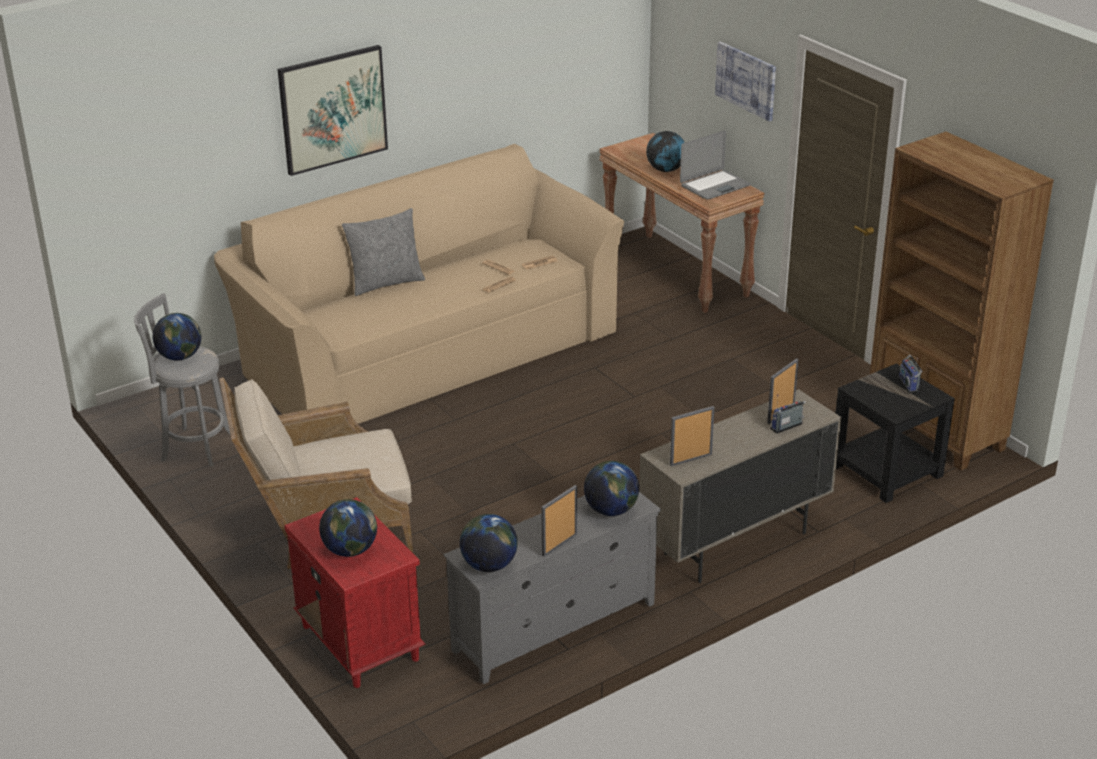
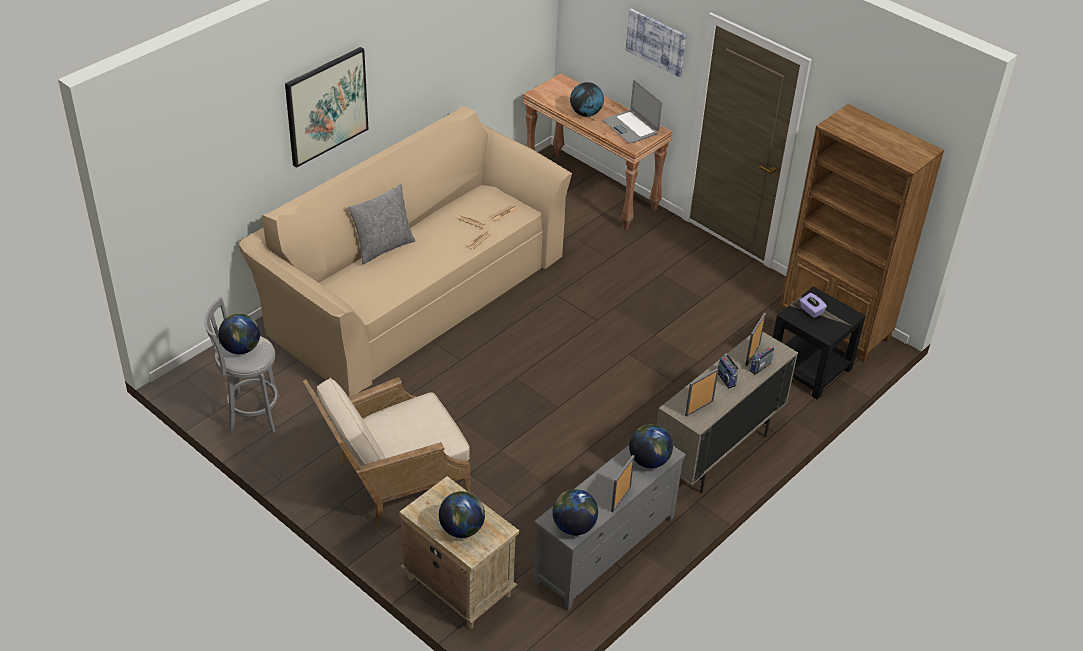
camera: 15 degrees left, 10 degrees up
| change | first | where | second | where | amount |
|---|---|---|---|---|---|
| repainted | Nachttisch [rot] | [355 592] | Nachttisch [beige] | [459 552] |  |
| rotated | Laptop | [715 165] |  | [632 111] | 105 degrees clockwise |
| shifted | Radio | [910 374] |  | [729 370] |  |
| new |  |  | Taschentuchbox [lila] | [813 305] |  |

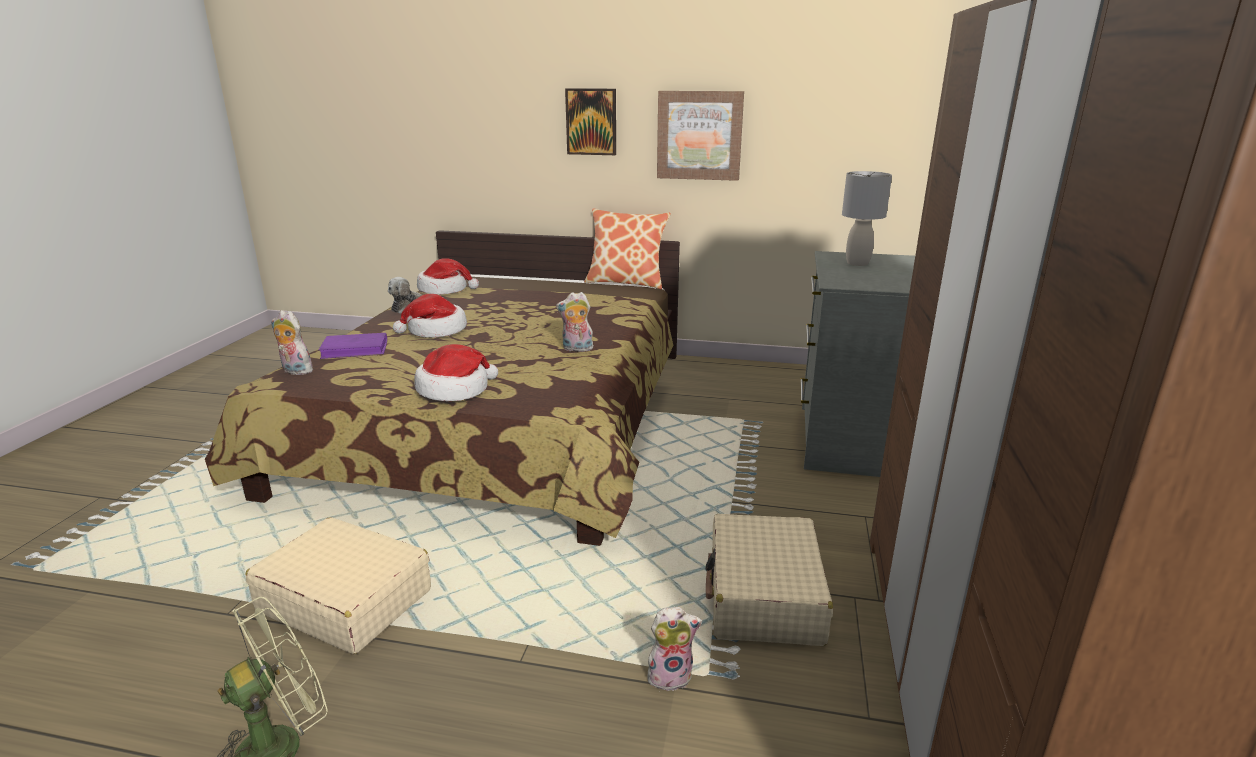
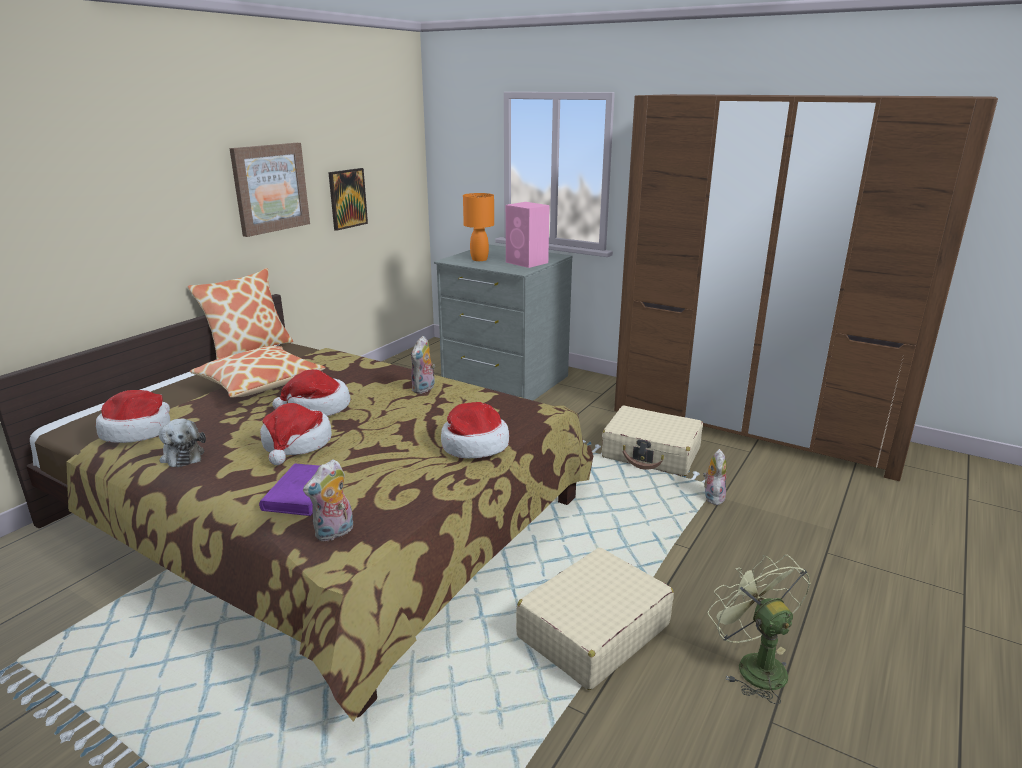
camera: 70 degrees left, 0 degrees up
| change | first | where | second | where | amount |
|---|---|---|---|---|---|
| new |  |  | Kissen | [258 371] |  |
| new |  |  | Hut | [311 392] |  |
| shifted | Bild | [590 121] |  | [348 199] |  |
| repainted | Tischlampe [grau] | [867 218] | Tischlampe [orange] | [478 227] |  |
| new |  |  | Lautsprecher [rosa] | [528 235] |  |

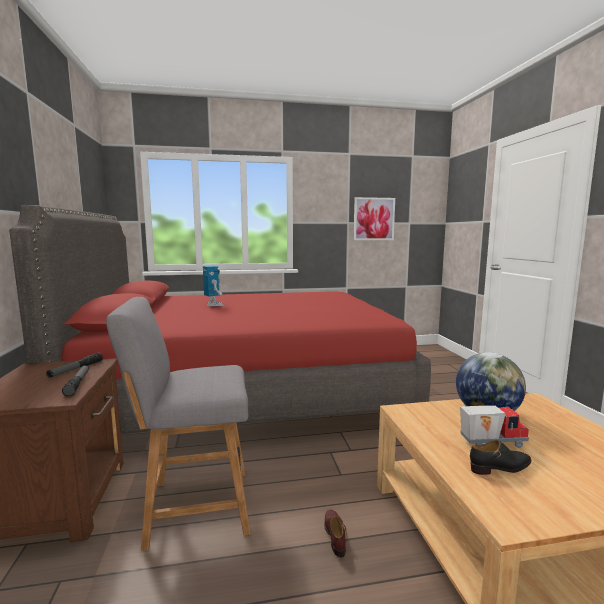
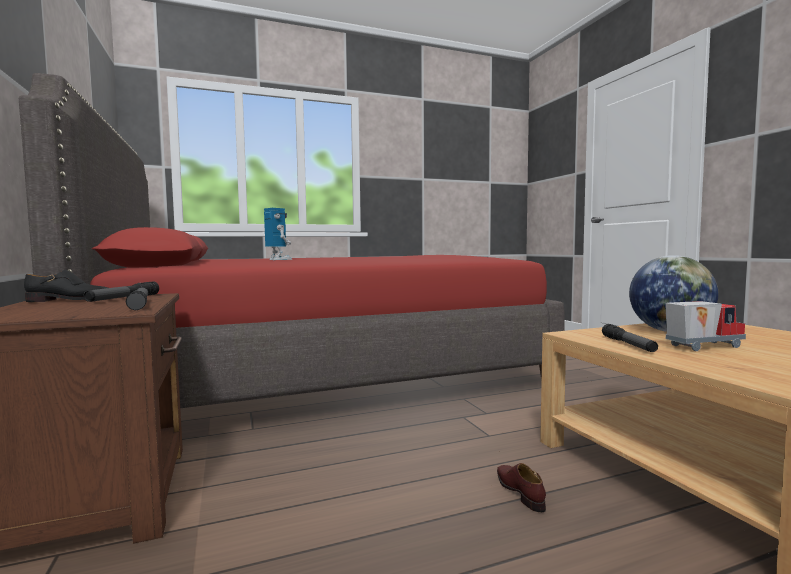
camera: 10 degrees left, 5 degrees down
| change | first | where | second | where | amount |
|---|---|---|---|---|---|
| shifted | Schuh [schwarz] | [501 457] |  | [66 286] |  |
| new |  |  | Taschenlampe | [630 338] |  |
| gone | Stuhl [grau] | [178 424] |  |  |  |
| gone | Bild | [374 218] |  |  |  |

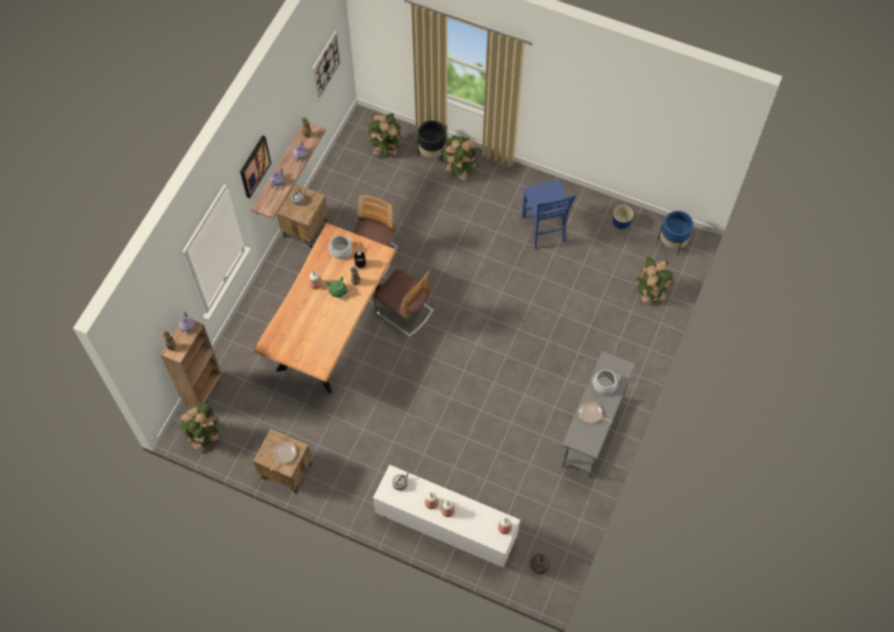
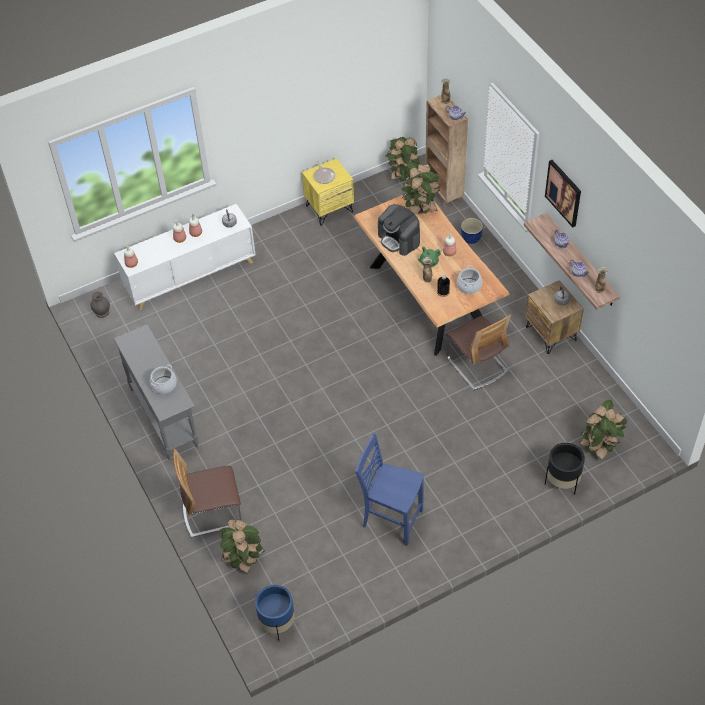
camera: 130 degrees right, 10 degrees down
| change | first | where | second | where | amount |
|---|---|---|---|---|---|
| shifted | Stuhl | [403 303] |  | [207 493] |  |
| repainted | Nachttisch [braun] | [282 461] | Nachttisch [gelb] | [328 192] |  |
| new |  |  | Kaffeemaschine | [399 230] |  |
| shifted | Topfpflanze | [459 159] |  | [421 188] |  |
| shifted | Pflanzkübel | [623 217] |  | [472 231] |  |
| gone | Wanduhr | [326 66] |  |  |  |
| gone | Pfanne | [595 412] |  |  |  |

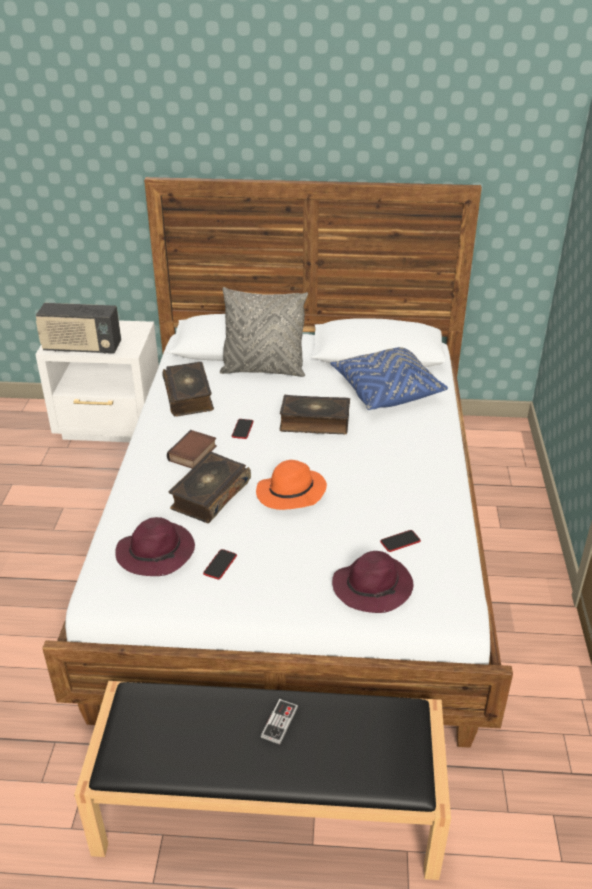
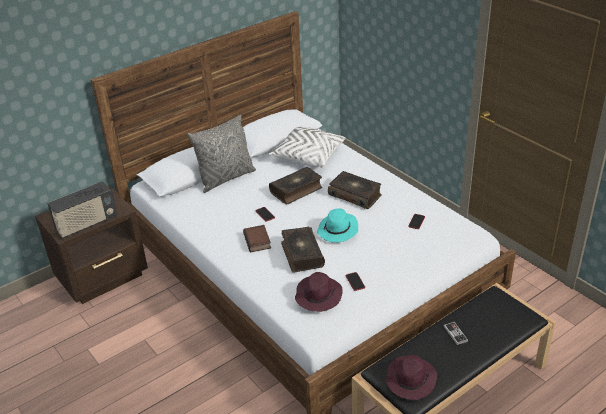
camera: 40 degrees left, 0 degrees up
| change | first | where | second | where | amount |
|---|---|---|---|---|---|
| repainted | Nachttisch [weiß] | [97 381] | Nachttisch [braun] | [91 245] |  |
| repainted | Kissen [blau] | [389 378] | Kissen [weiß] | [307 147] |  |
| repainted | Hut [orange] | [291 485] | Hut [türkis] | [338 225] |  |
| shifted | Buch | [188 389] |  | [355 190] |  |
| shifted | Hut [lila] | [372 582] |  | [411 377] |  |

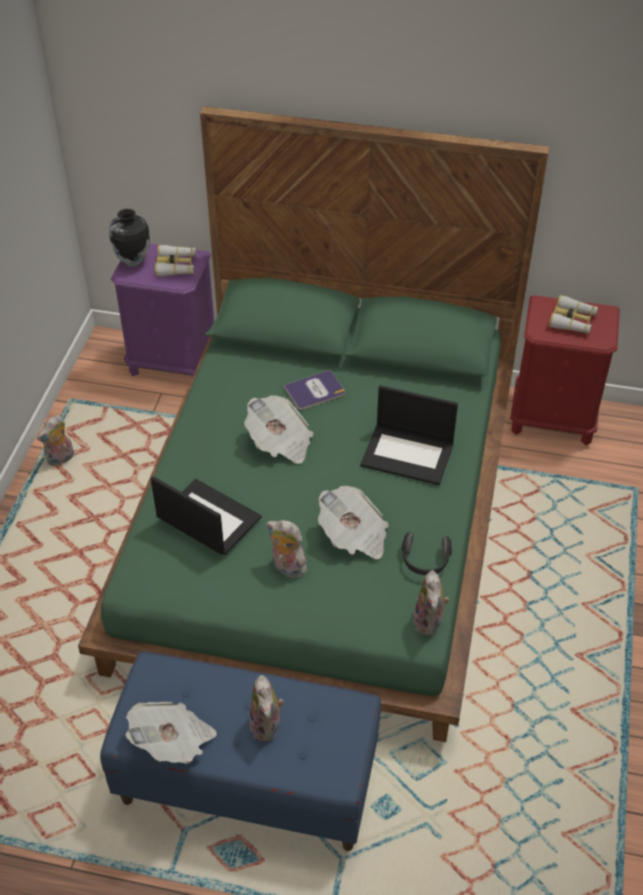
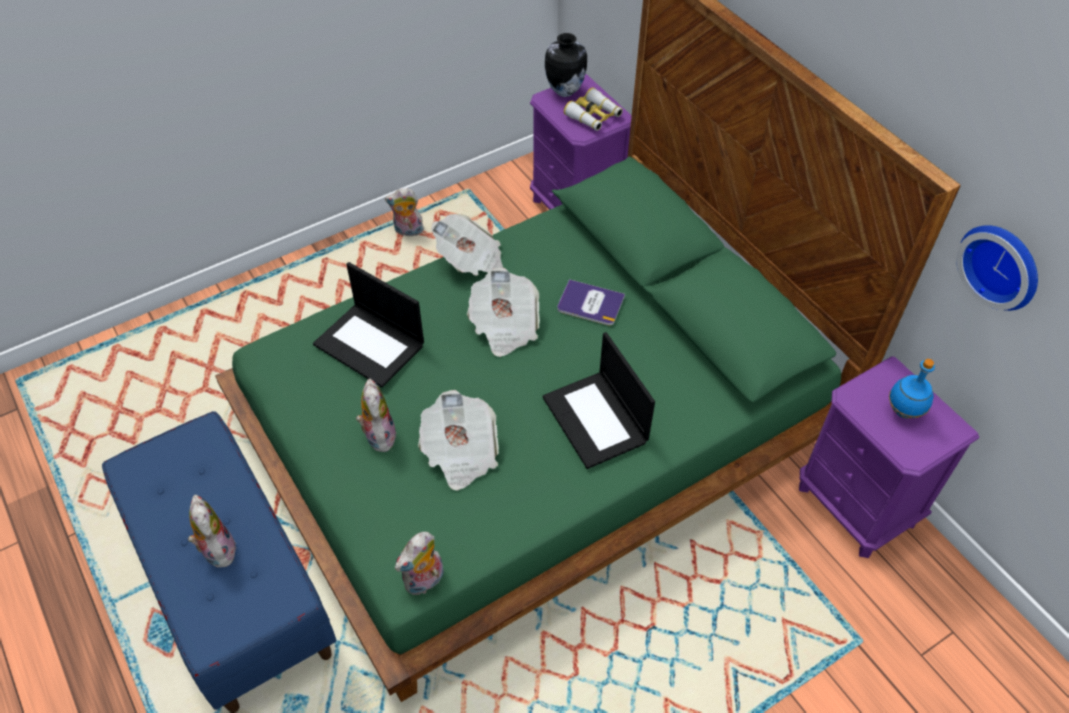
camera: 45 degrees right, 5 degrees up
| change | first | where | second | where | amount |
|---|---|---|---|---|---|
| rotated | Plüschtier | [266 708] |  | [212 531] | 120 degrees clockwise |
| rotated | Laptop | [206 515] |  | [368 324] | 135 degrees clockwise |
| shifted | Zeitung | [171 733] |  | [467 245] |  |
| repainted | Nachttisch [rot] | [565 370] | Nachttisch [lila] | [889 457] |  |
| swapped | Fernglas | [573 314] | Flasche [blau] | [912 389] |  |
| new |  |  | Wanduhr | [997 268] |  |
| gone | Kopfhörer | [426 553] |  |  |  |

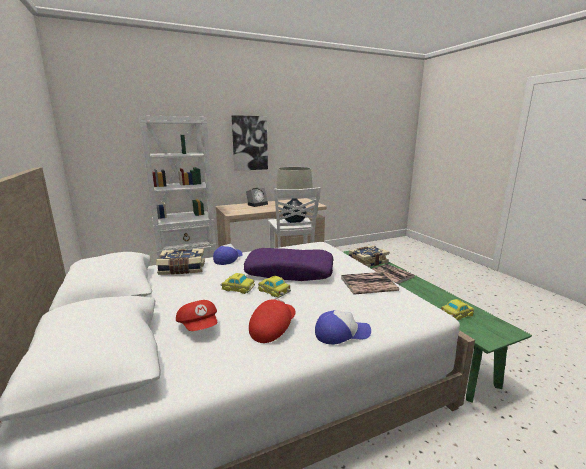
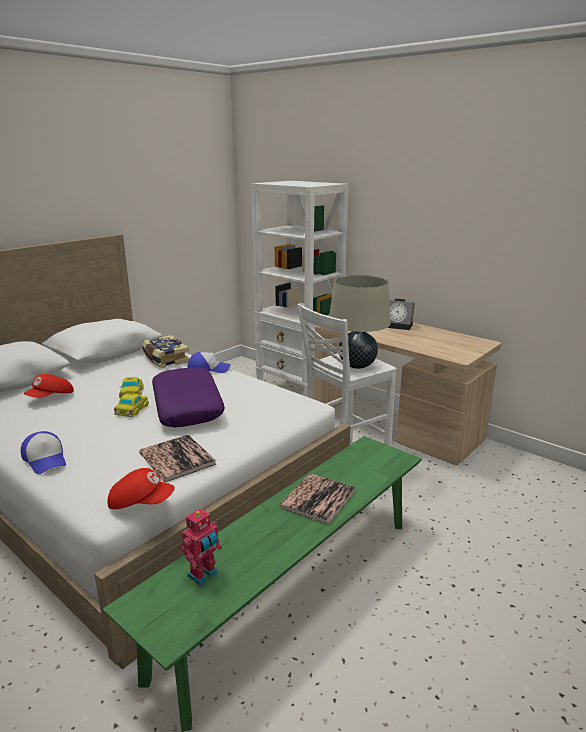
camera: 65 degrees right, 5 degrees up
| change | first | where | second | where | amount |
|---|---|---|---|---|---|
| shifted | Kappe [rot] | [272 321] |  | [141 488] |  |
| swapped | Spielzeugauto | [457 309] | Spielzeugroboter | [201 547] |  |
| gone | Bild | [250 143] |  |  |  |
| gone | Buch | [368 256] |  |  |  |

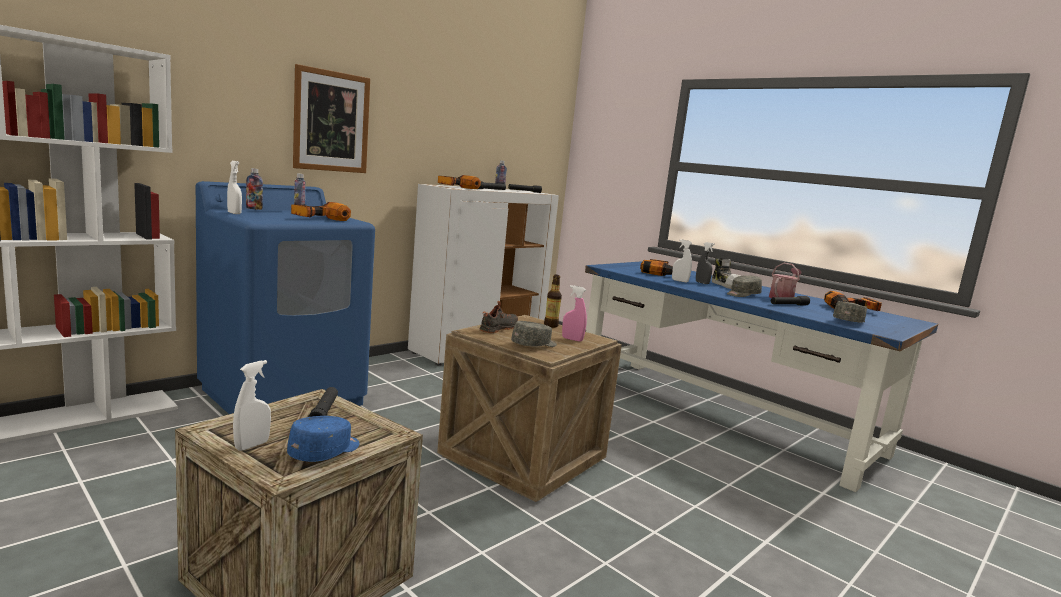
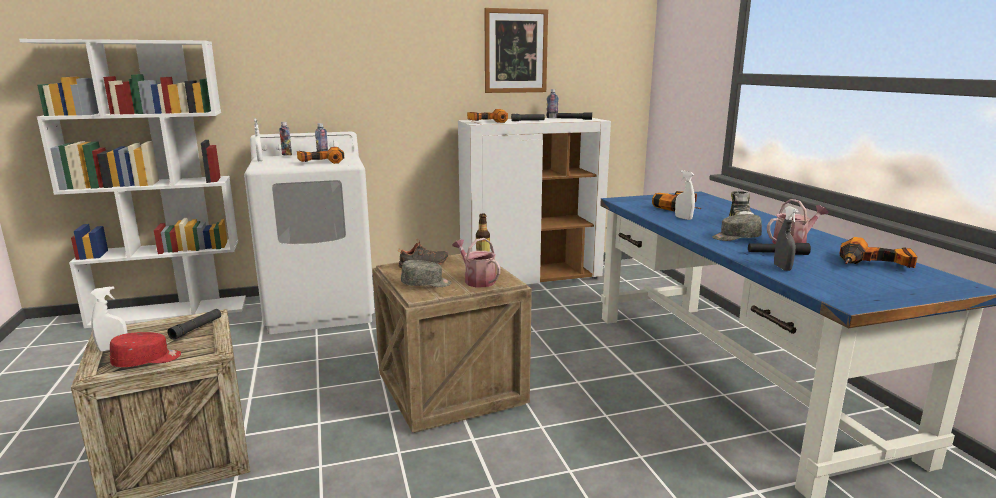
camera: 30 degrees right, 5 degrees up
| change | first | where | second | where | amount |
|---|---|---|---|---|---|
| repainted | Kappe [blau] | [323 439] | Kappe [rot] | [145 349] |  |
| repainted | Waschmaschine [blau] | [285 297] | Waschmaschine [weiß] | [309 233] |  |
| swapped | Sprühflasche [rosa] | [574 313] | Gießkanne | [476 262] |  |
| shifted | Bild | [331 118] |  | [516 50] |  |
| shifted | Sprühflasche [grau] | [705 263] |  | [786 238] |  |
| gone | Kappe [grau] | [850 312] |  |  |  |

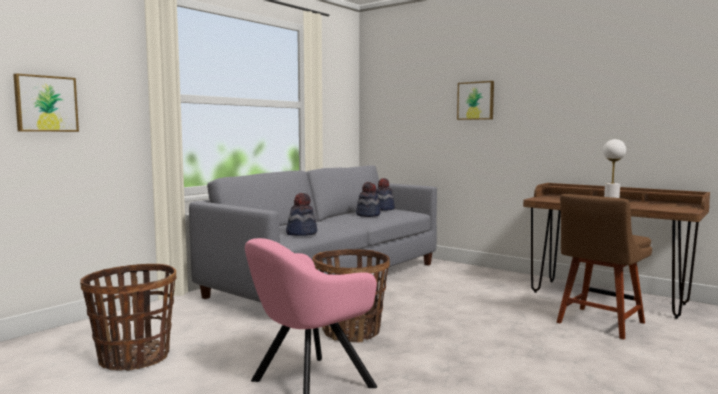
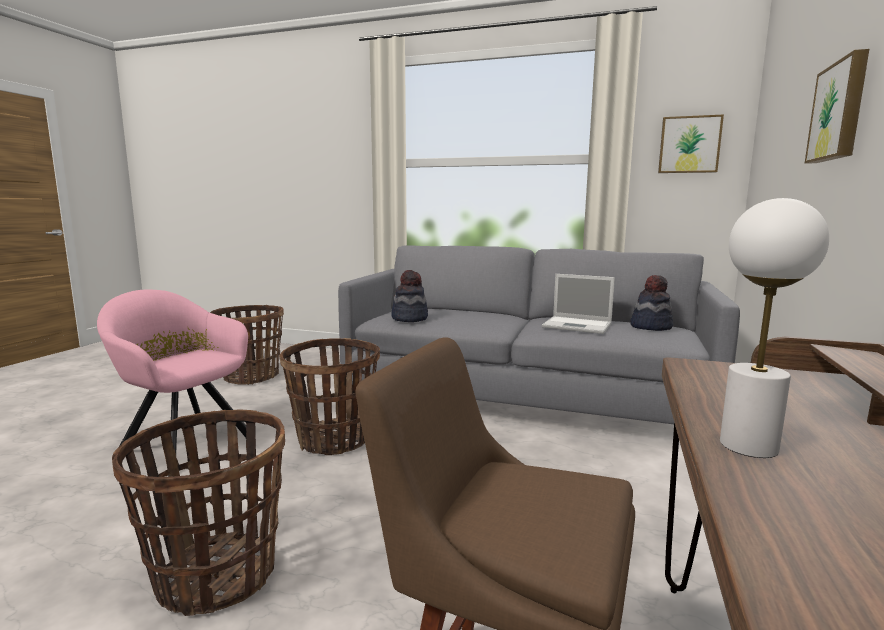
camera: 70 degrees right, 5 degrees up
| change | first | where | second | where | amount |
|---|---|---|---|---|---|
| new |  |  | Korb | [198 512] |  |
| swapped | Hut | [368 199] | Laptop | [578 304] |  |
| shifted | Bild | [46 102] |  | [691 143] |  |

